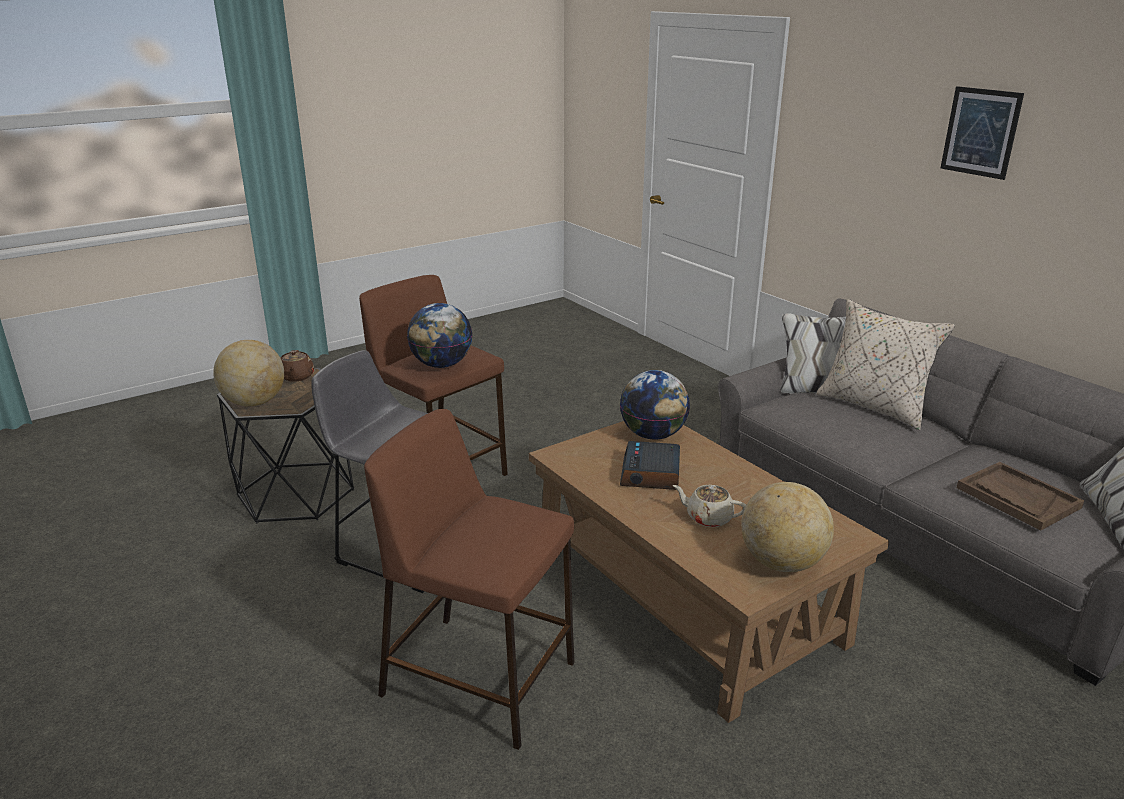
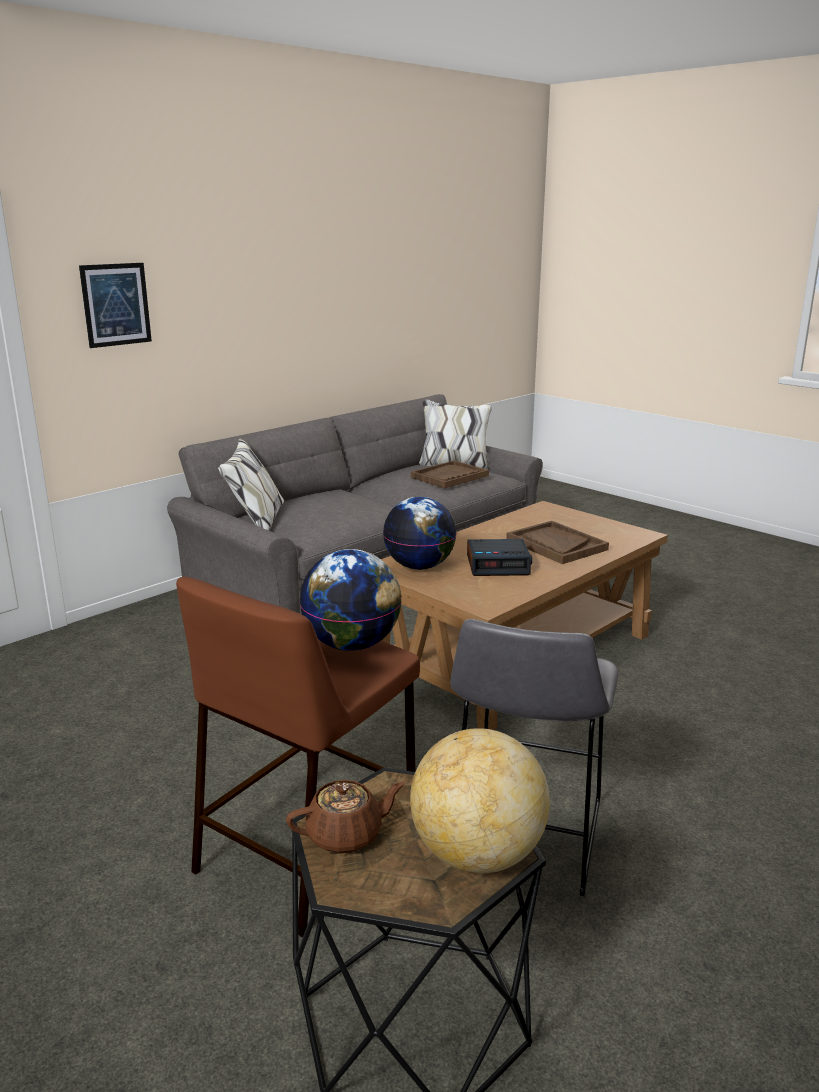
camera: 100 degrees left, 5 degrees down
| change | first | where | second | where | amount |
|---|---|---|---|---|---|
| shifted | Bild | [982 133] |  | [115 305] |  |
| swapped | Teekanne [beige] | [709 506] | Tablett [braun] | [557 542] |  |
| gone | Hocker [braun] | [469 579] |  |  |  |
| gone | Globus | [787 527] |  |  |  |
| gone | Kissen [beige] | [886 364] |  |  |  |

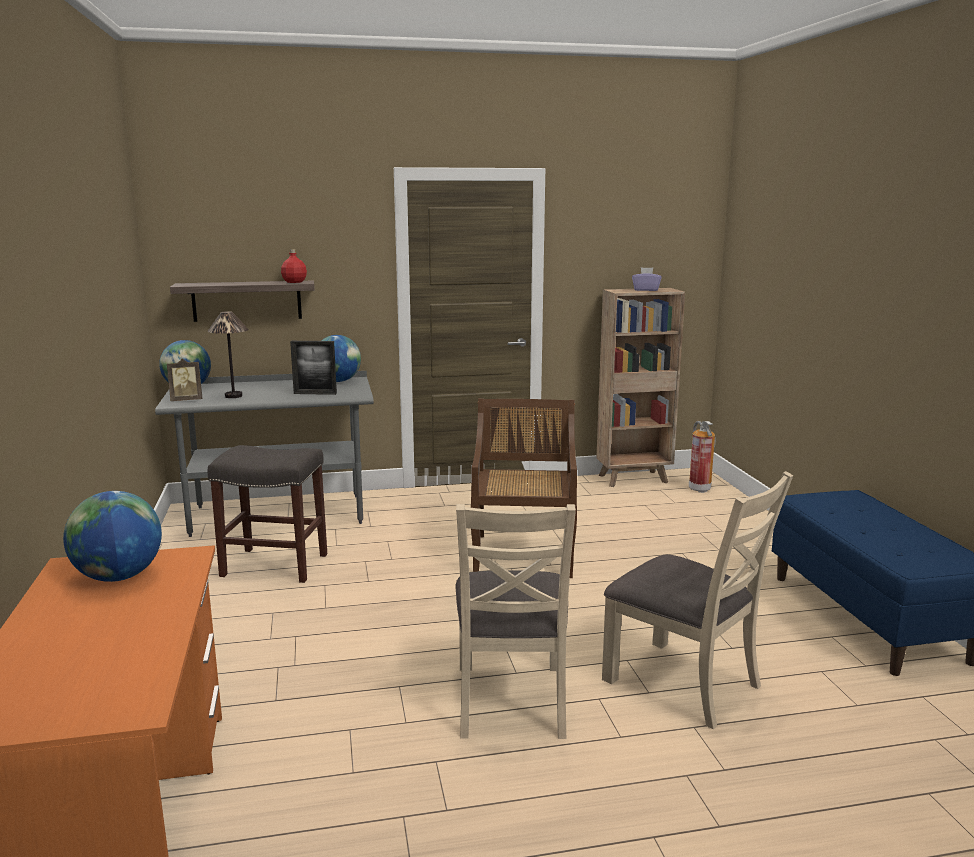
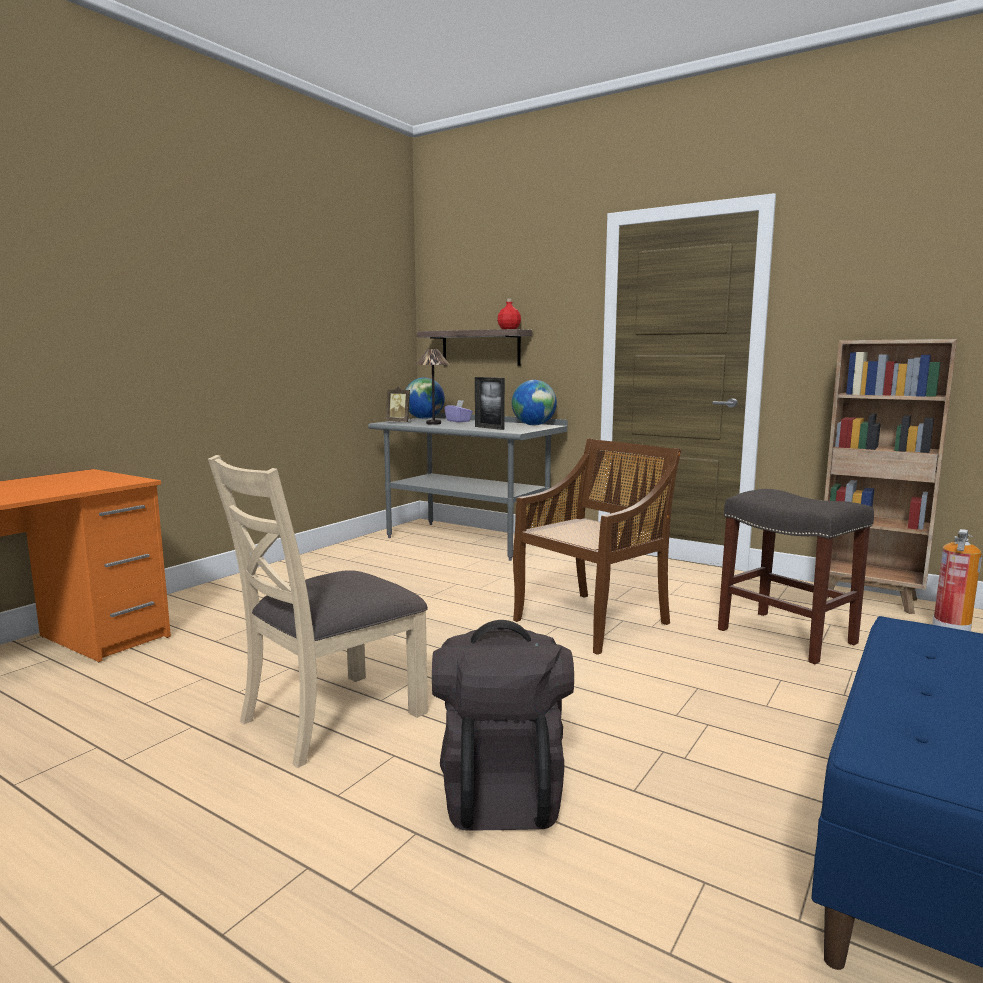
camera: 45 degrees right, 5 degrees down
| change | first | where | second | where | amount |
|---|---|---|---|---|---|
| swapped | Stuhl [beige] | [697 600] | Rucksack [schwarz] | [503 725] |  |
| shifted | Taschentuchbox [lila] | [647 279] |  | [458 411] |  |
| shifted | Hocker [grau] | [267 514] |  | [796 576] |  |
| gone | Globus | [112 536] |  |  |  |

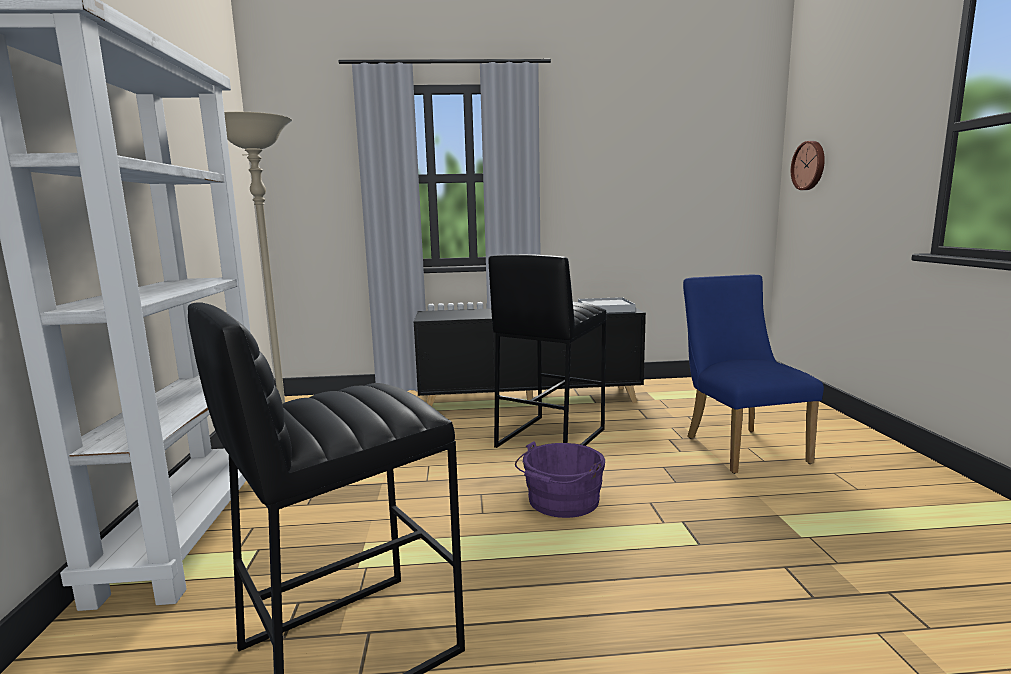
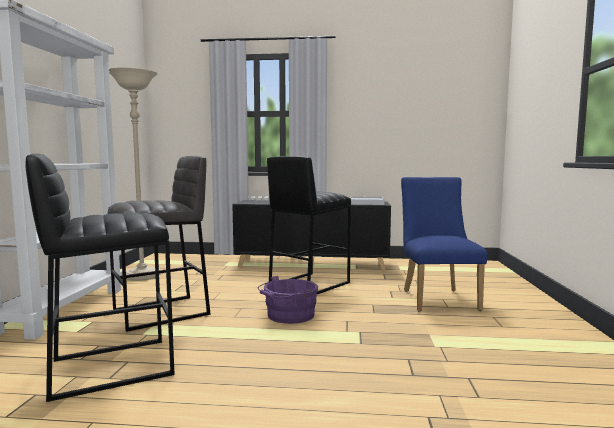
camera: 10 degrees right, 5 degrees down
| change | first | where | second | where | amount |
|---|---|---|---|---|---|
| new |  |  | Hocker [grau] | [159 244] |  |
| gone | Wanduhr | [808 165] |  |  |  |

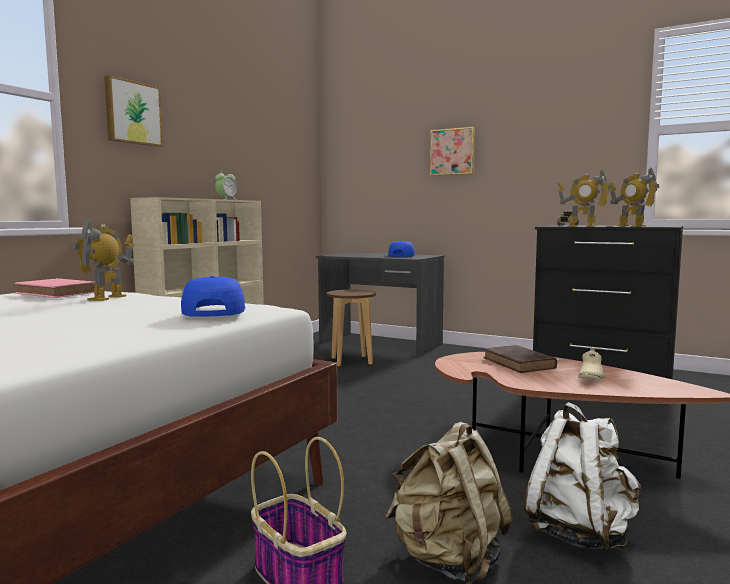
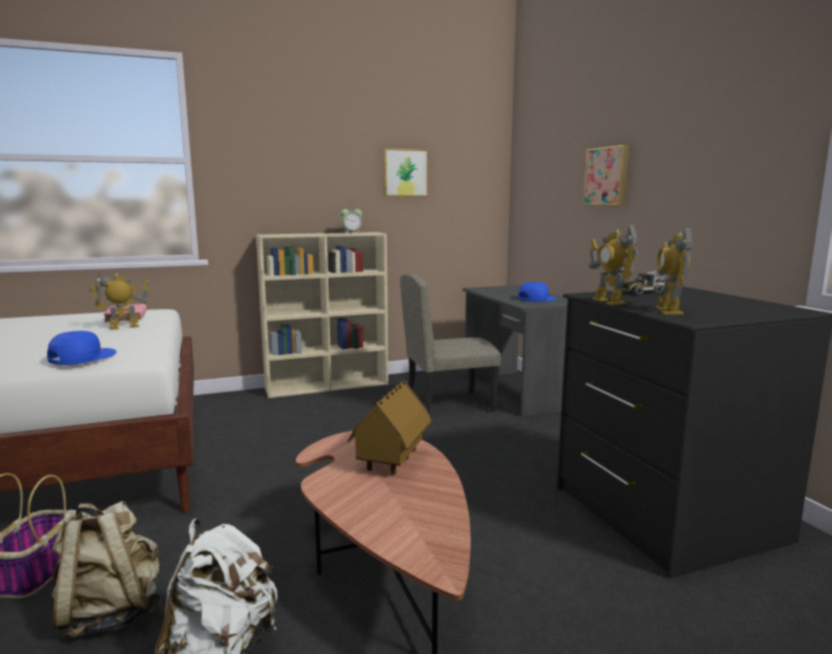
camera: 40 degrees right, 5 degrees up
| change | first | where | second | where | amount |
|---|---|---|---|---|---|
| swapped | Buch [braun] | [520 359] | Spielzeughaus | [390 427] |  |
| shifted | Bild | [133 111] |  | [406 172] |  |
| swapped | Hocker [braun] | [351 328] | Stuhl [beige] | [450 344] |  |
| gone | Schuh [beige] | [591 364] |  |  |  |

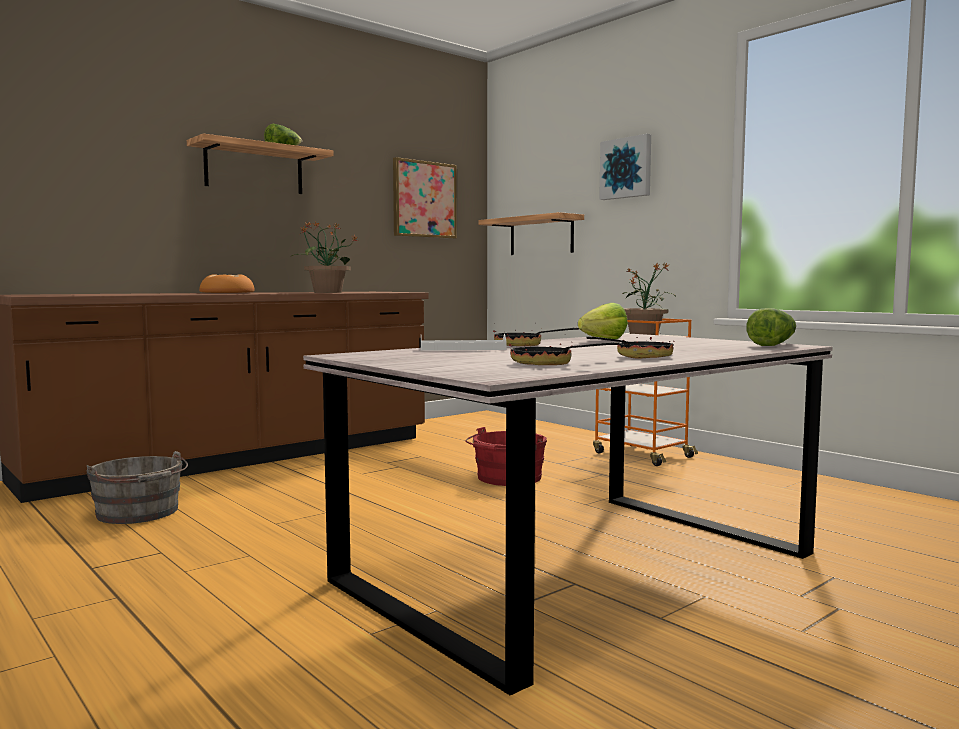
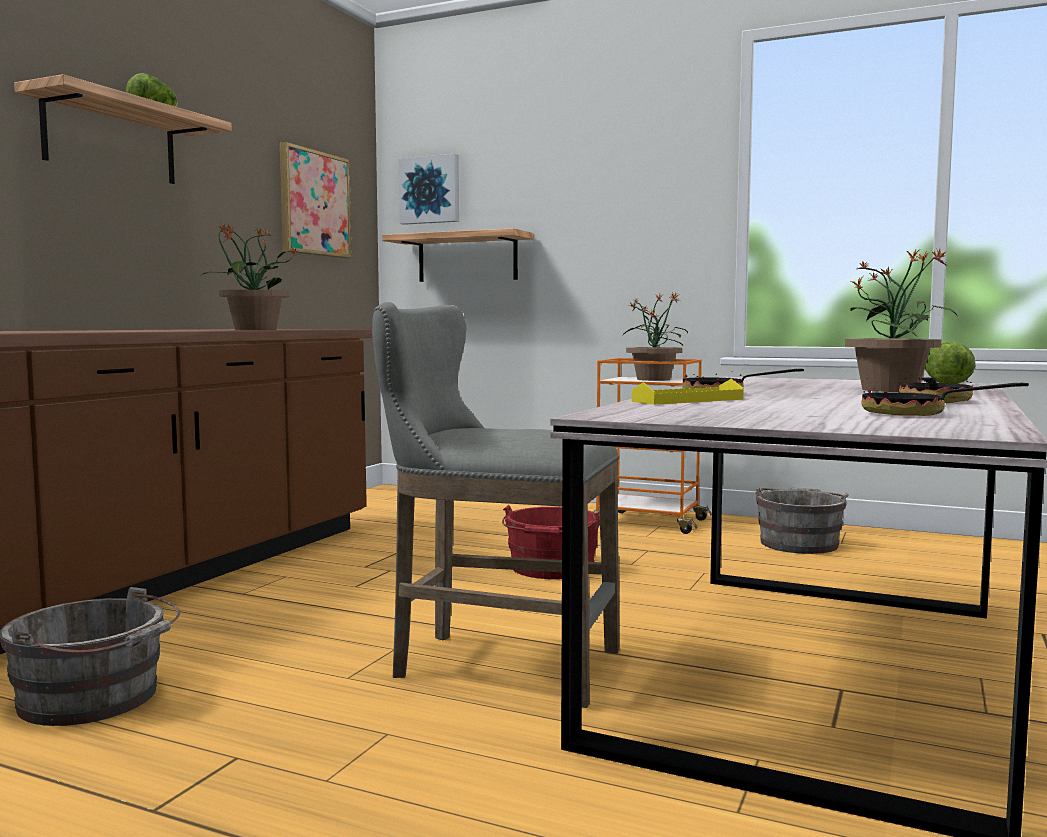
camera: 25 degrees left, 0 degrees up
| change | first | where | second | where | amount |
|---|---|---|---|---|---|
| new |  |  | Hocker [grau] | [496 505] |  |
| shifted | Bild | [625 167] |  | [428 189] |  |
| repainted | Tablett [weiß] | [463 342] | Tablett [gelb] | [688 392] |  |
| new |  |  | Eimer [grau] | [802 520] |  |
| new |  |  | Topfpflanze | [901 320] |  |
| gone | Brot | [227 283] |  |  |  |
| gone | Salatkopf | [603 321] |  |  |  |

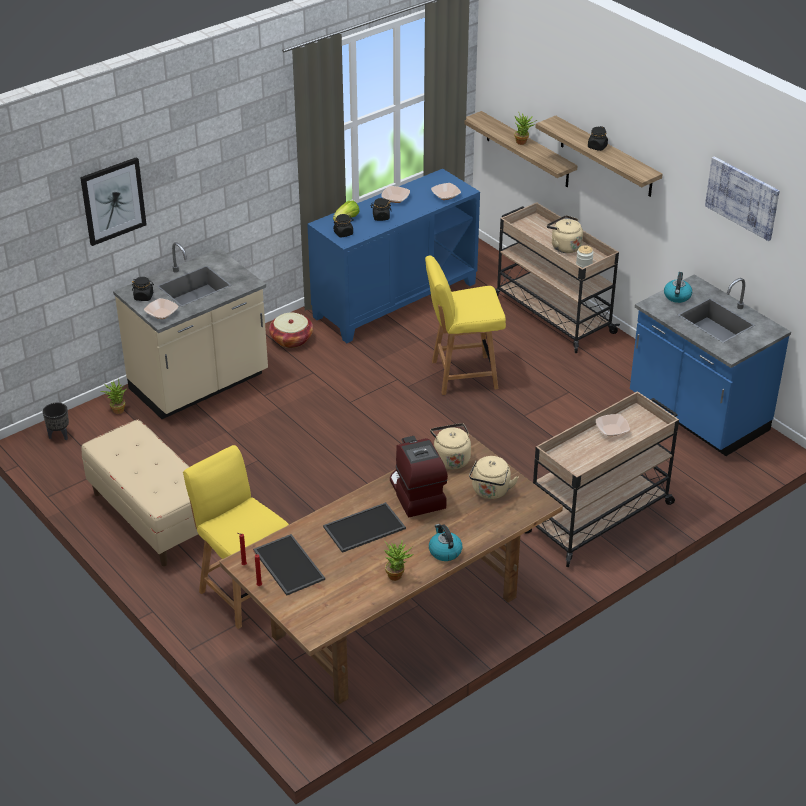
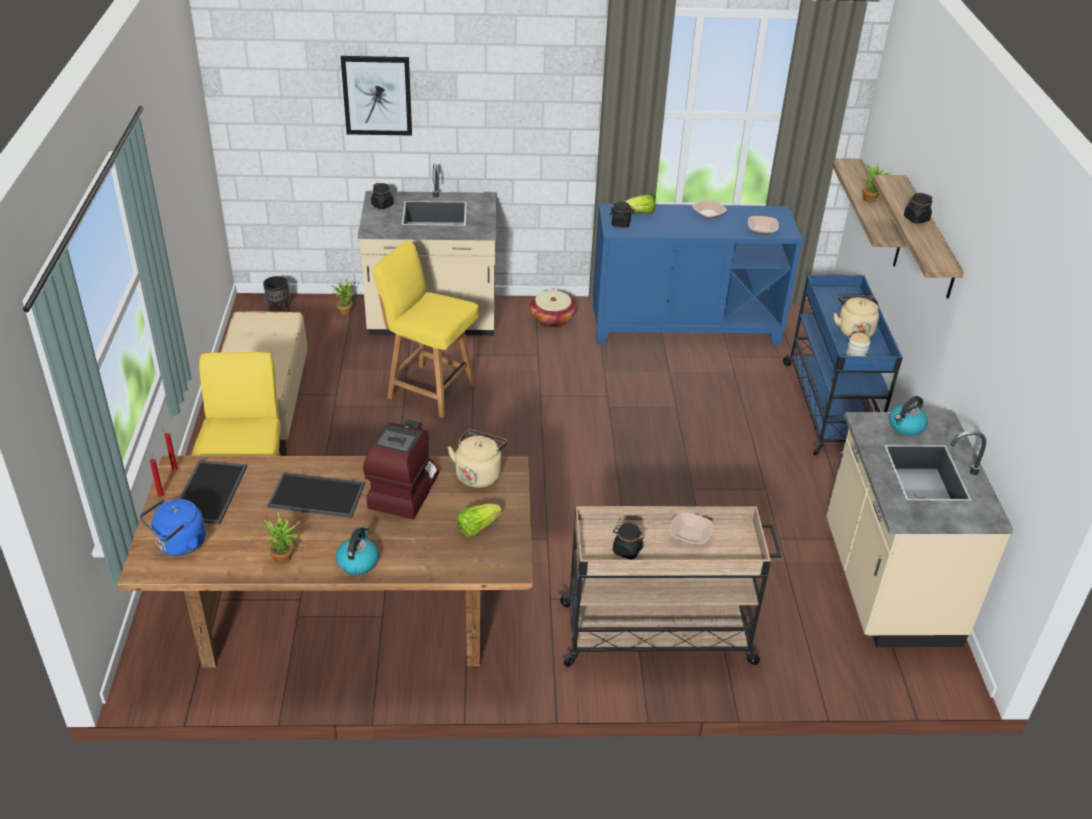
camera: 35 degrees right, 0 degrees up
| change | first | where | second | where | amount |
|---|---|---|---|---|---|
| new |  |  | Wasserkessel [blau] | [173 527] |  |
| shifted | Stuhl [gelb] | [465 325] |  | [425 329] |  |
| swapped | Wasserkessel [beige] | [494 477] | Salatkopf | [479 520] |  |
| shifted | Vorratsglas [schwarz] | [380 209] |  | [628 541] |  |
| repainted | Rollwagen [beige] | [557 277] | Rollwagen [blau] | [843 365] |  |
| repainted | Küchenzeile [blau] | [710 365] | Küchenzeile [beige] | [920 529] |  |
| gone | Schüssel | [161 308] |  |  |  |
| gone | Bild | [742 198] |  |  |  |

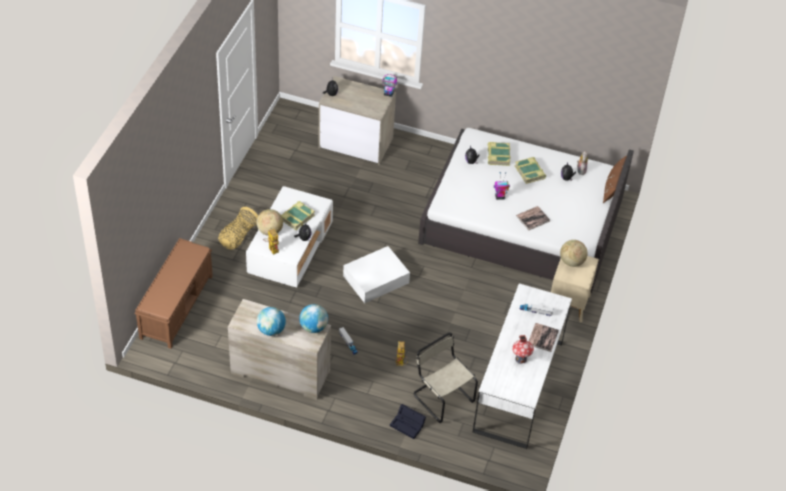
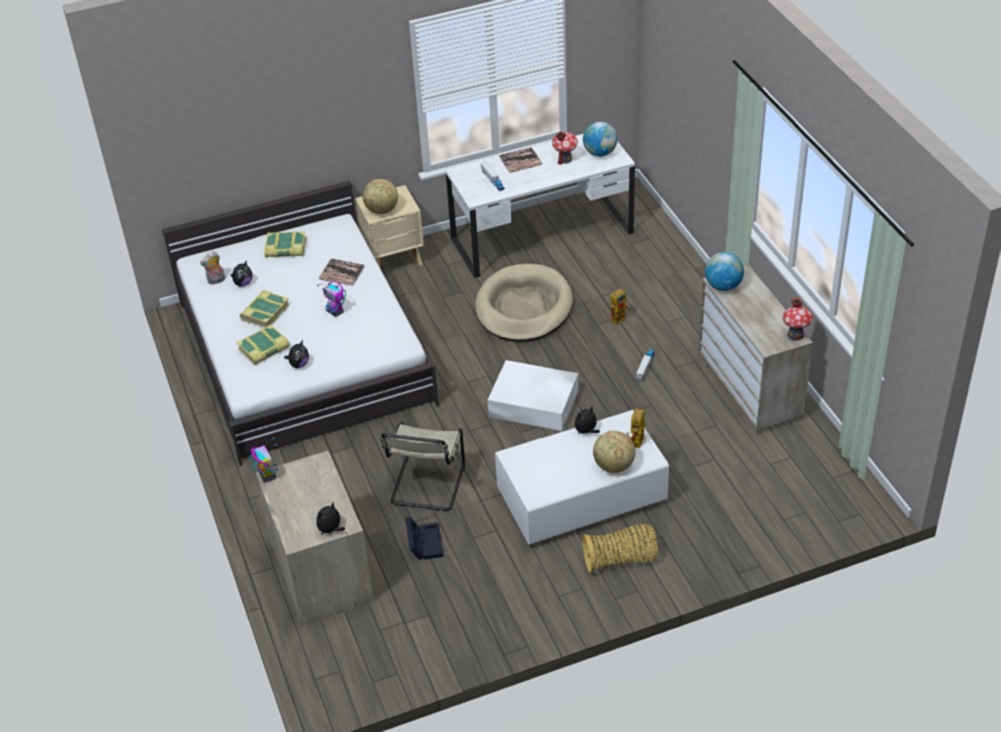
camera: 125 degrees left, 5 degrees down
| change | first | where | second | where | amount |
|---|---|---|---|---|---|
| shifted | Buch | [298 215] |  | [285 244] |  |
| shifted | Stuhl [beige] | [446 378] |  | [422 466] |  |
| shifted | Aufbewahrungsbox [schwarz] | [408 421] |  | [424 538] |  |
| new |  |  | Hundebett [beige] | [524 303] |  |
| shifted | Globus | [271 321] |  | [600 139] |  |
| new |  |  | Spielzeughaus | [798 319] |  |
| gone | Bank [braun] | [174 293] |  |  |  |
| gone | Kissen [braun] | [615 179] |  |  |  |

